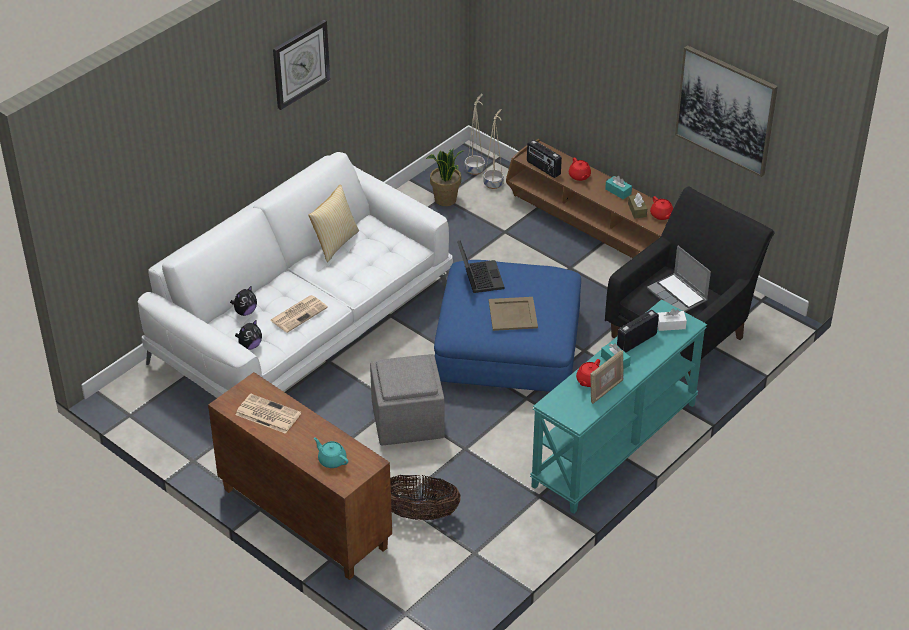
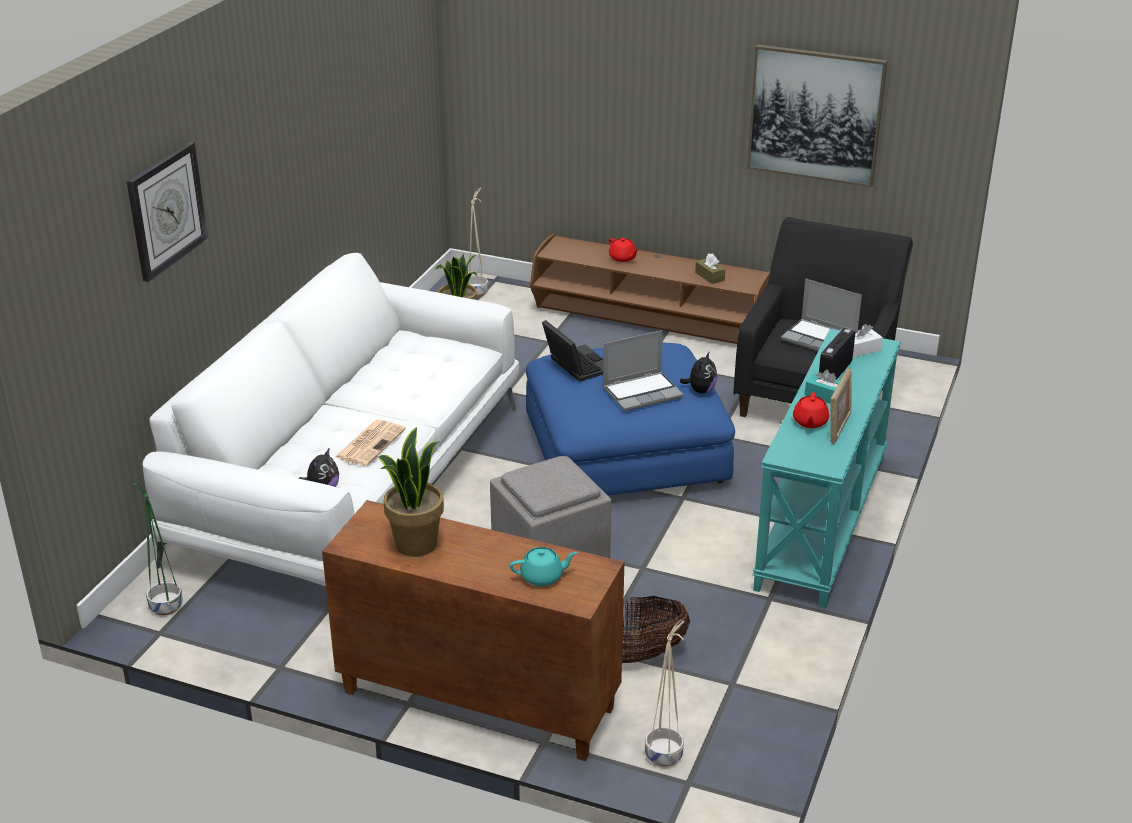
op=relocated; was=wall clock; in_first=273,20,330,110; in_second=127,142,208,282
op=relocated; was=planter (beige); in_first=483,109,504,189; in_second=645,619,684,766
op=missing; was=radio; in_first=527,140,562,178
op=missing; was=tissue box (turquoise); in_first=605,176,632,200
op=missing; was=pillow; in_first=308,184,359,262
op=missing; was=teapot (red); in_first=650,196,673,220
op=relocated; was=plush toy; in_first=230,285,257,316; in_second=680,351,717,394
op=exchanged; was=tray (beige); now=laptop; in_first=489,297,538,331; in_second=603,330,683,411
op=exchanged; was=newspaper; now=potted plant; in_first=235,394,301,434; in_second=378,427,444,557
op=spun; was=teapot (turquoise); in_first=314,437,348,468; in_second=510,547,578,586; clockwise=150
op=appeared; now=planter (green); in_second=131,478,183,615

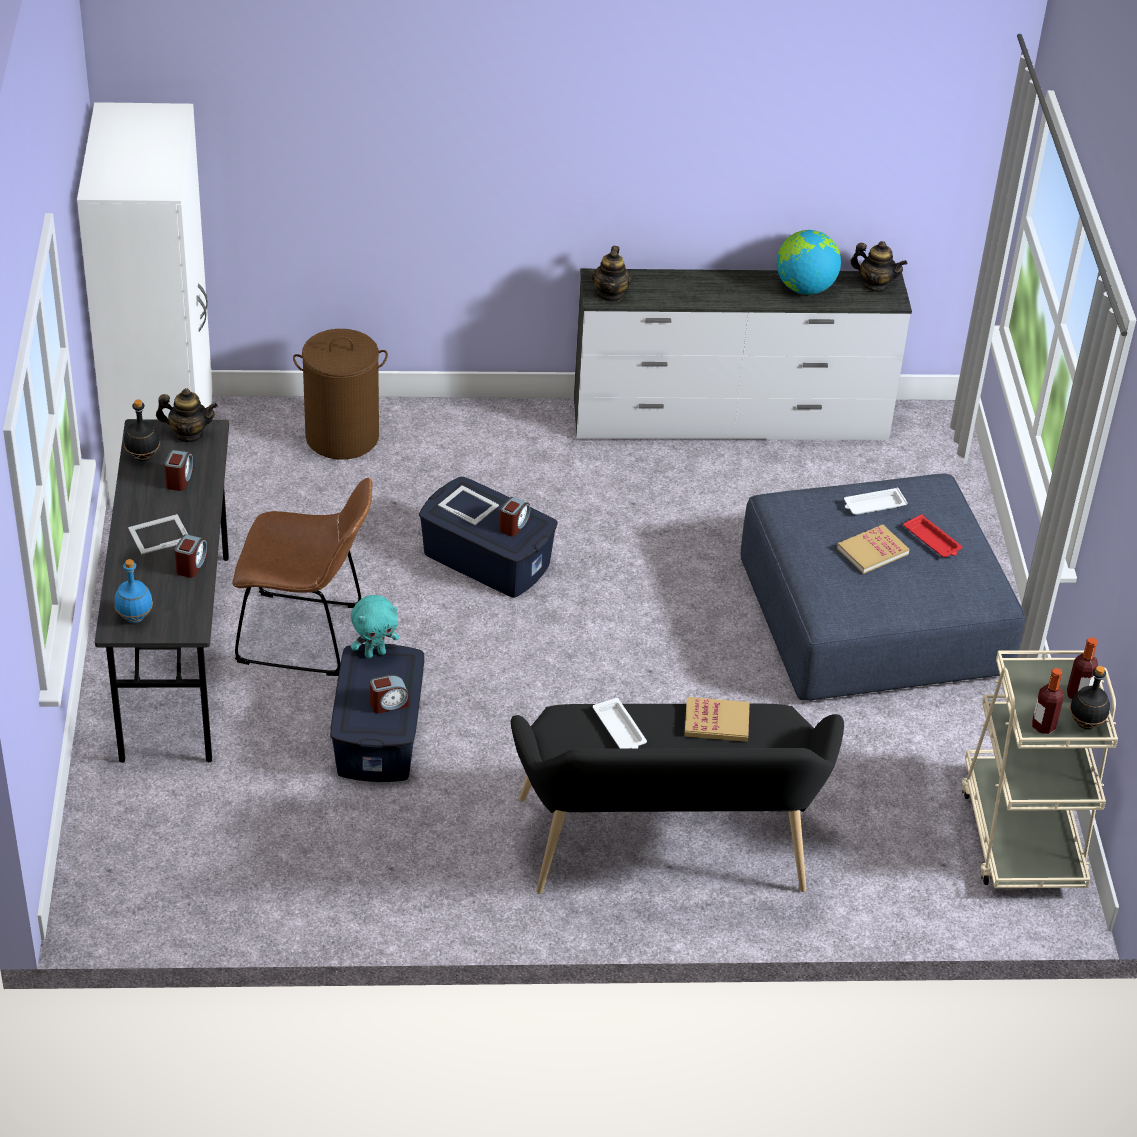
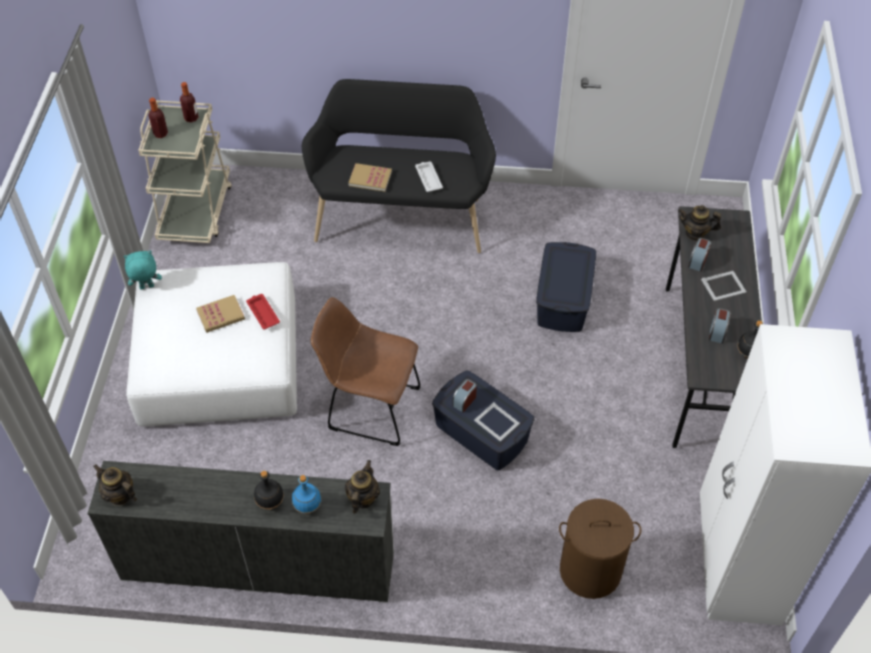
op=missing; was=globe; in_first=776,230,841,295
op=relocated; was=teapot; in_first=156,388,218,442; in_second=678,205,721,241
op=colour; was=ottoman (blue); now=ottoman (white); in_first=741,474,1025,701; in_second=126,262,297,426
op=relocated; was=chair (brown); in_first=232,478,372,676; in_second=311,297,421,446
op=missing; was=tray (white); in_first=844,487,908,515
op=relocated; was=tray (red); in_first=904,514,962,557; in_second=246,294,280,330
op=relocated; was=bottle (blue); in_first=114,559,153,623; in_second=292,475,321,514
op=relocated; was=plush toy (turquoise); in_first=351,595,399,658; in_second=124,250,162,290
op=relocated; was=bottle (black); in_first=1070,666,1110,729; in_second=254,471,284,510
op=missing; was=alarm clock; in_first=370,675,409,713

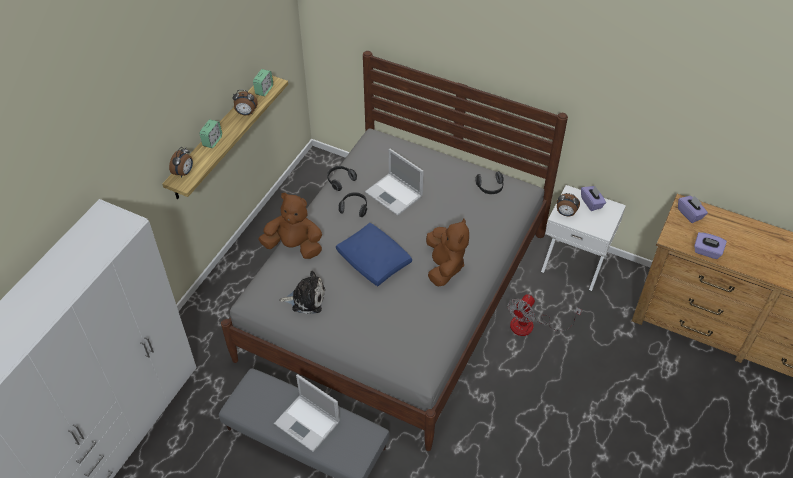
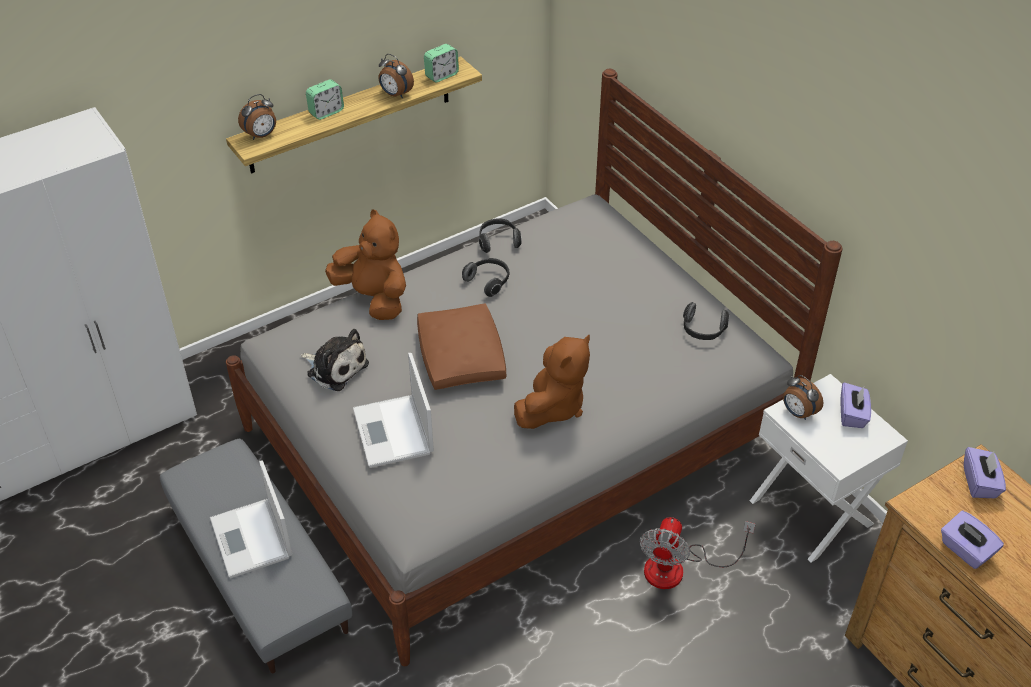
op=relocated; was=laptop; in_first=365,148,424,216; in_second=353,353,434,468
op=colour; was=pillow (blue); now=pillow (brown); in_first=336,223,412,286; in_second=417,304,506,390
op=spun; was=fan; in_first=508,294,581,336; in_second=640,517,755,589; clockwise=-45

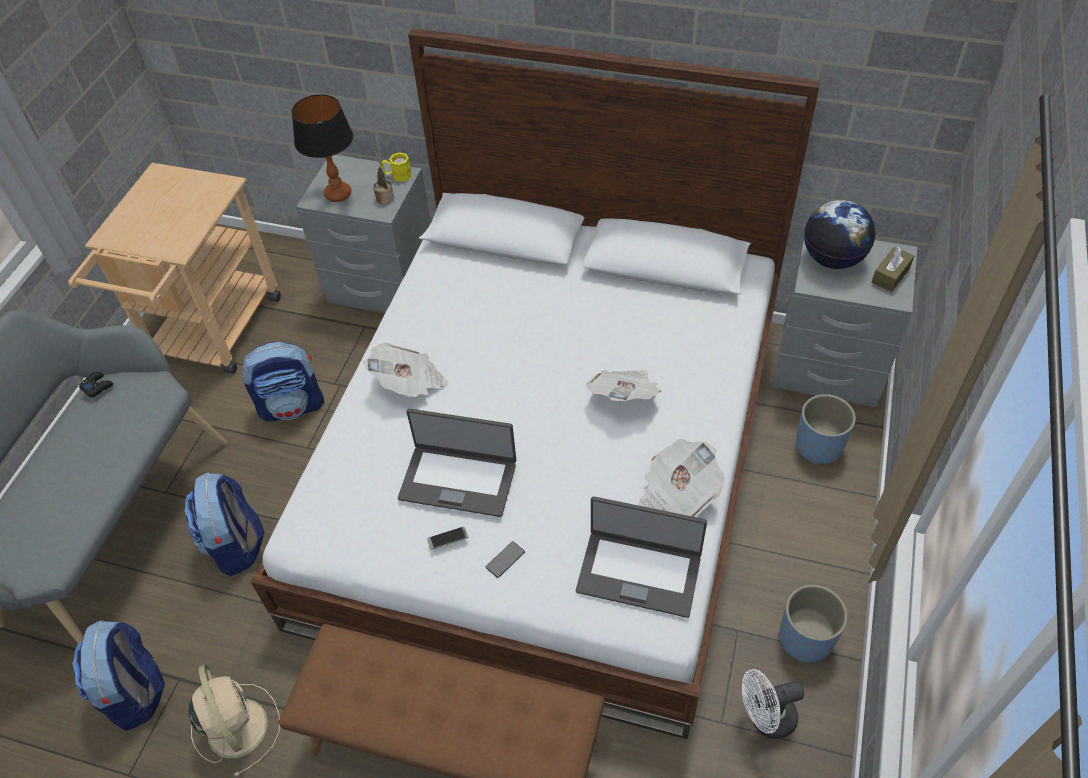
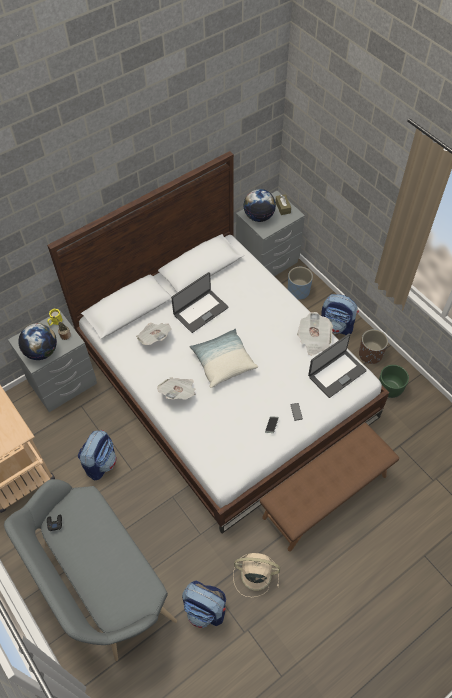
op=exchanged; was=table lamp; now=globe; in_first=292,94,353,202; in_second=18,323,57,360
op=relocated; was=newspaper; in_first=586,370,661,401; in_second=136,323,172,345
op=relocated; was=laptop; in_first=398,409,516,517; in_second=171,272,229,333
op=relocated; was=backpack; in_first=185,472,265,576; in_second=321,294,359,335
op=colour; was=planter (blue); now=planter (brown); in_first=779,585,848,663; in_second=359,329,388,364
op=exchanged; was=fan (white); now=planter (green); in_first=742,669,804,739; in_second=379,365,409,398
op=appeared; now=pillow; in_second=190,329,258,388

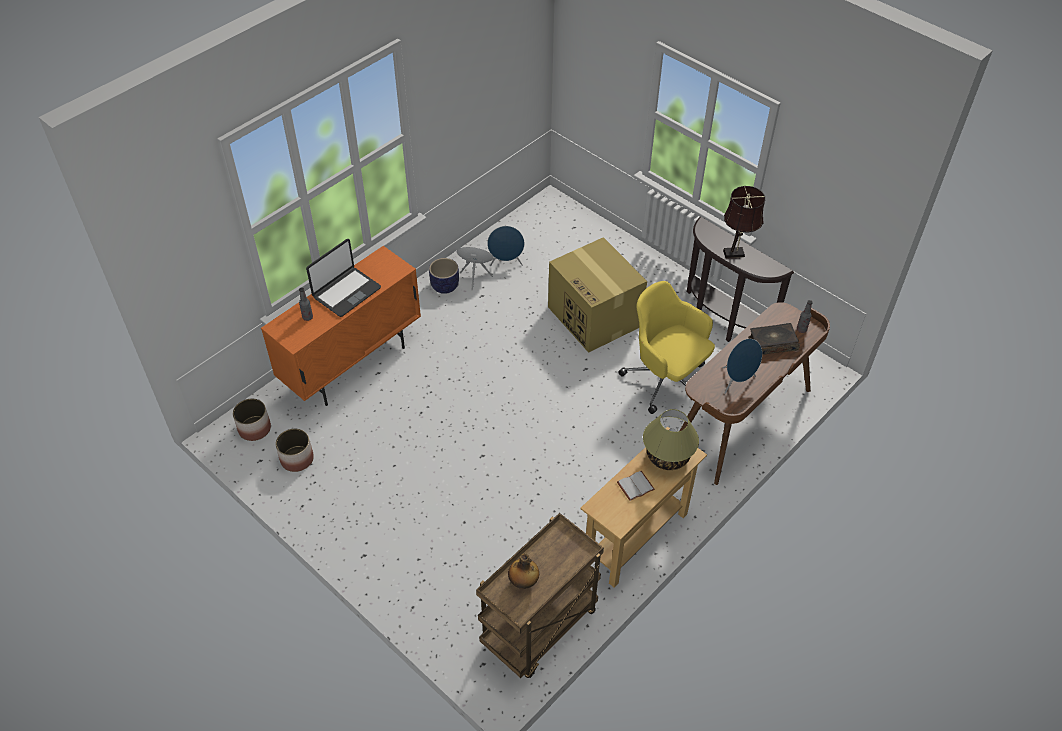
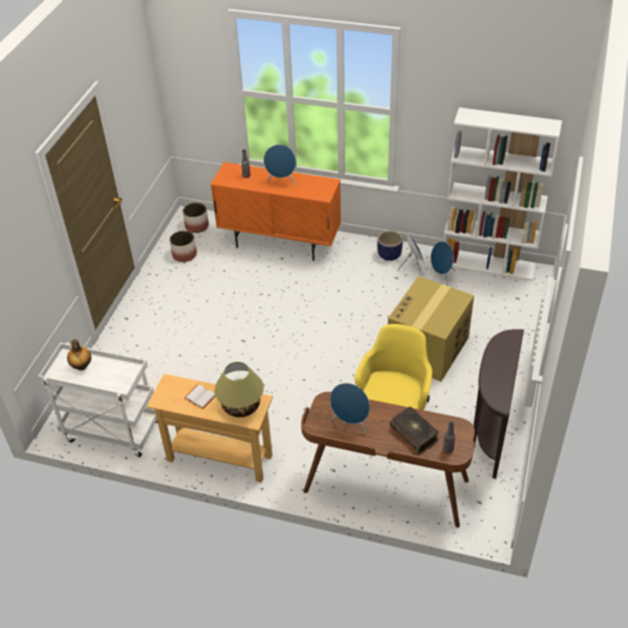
op=missing; was=table lamp (brown); in_first=723,186,765,258
op=exchanged; was=laptop; now=speaker (blue); in_first=306,239,381,317; in_second=264,144,296,186
op=colour; was=cart (brown); now=cart (white); in_first=476,513,604,678; in_second=38,343,158,457
op=appeared; now=bookcase (white); in_second=443,107,562,280

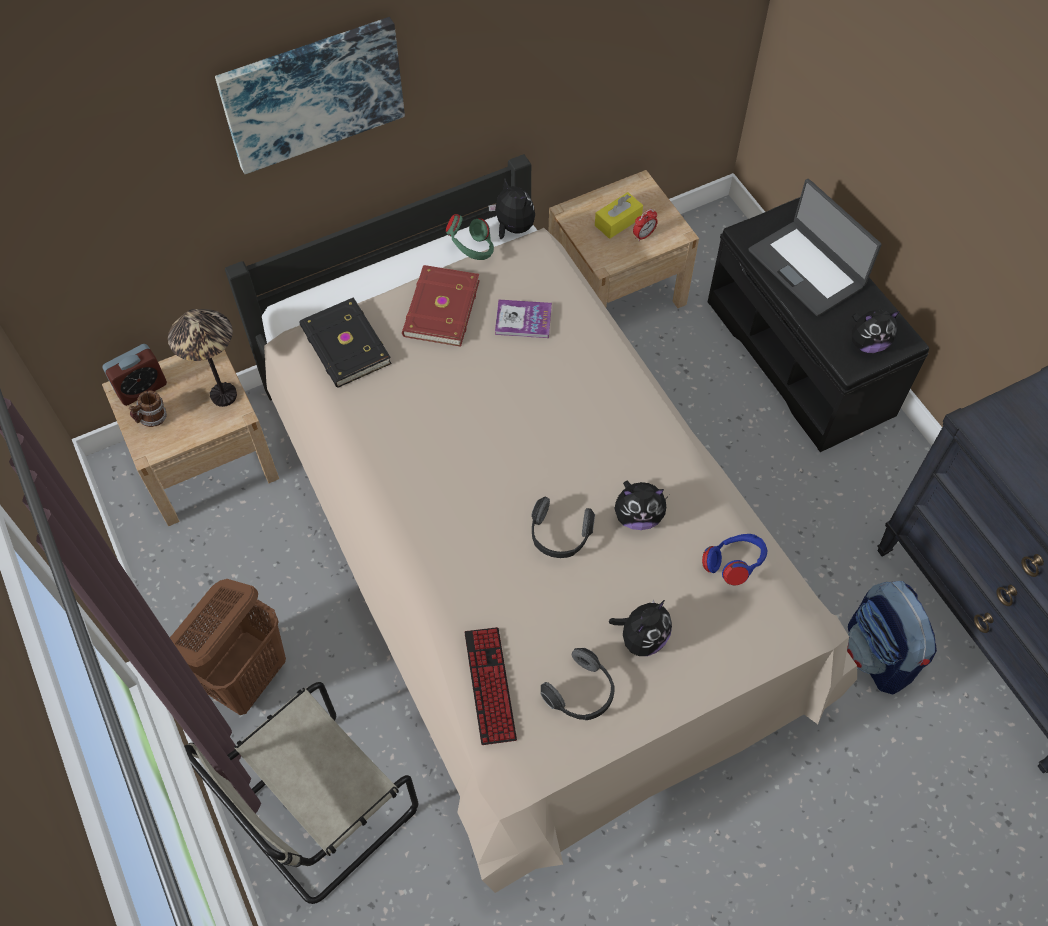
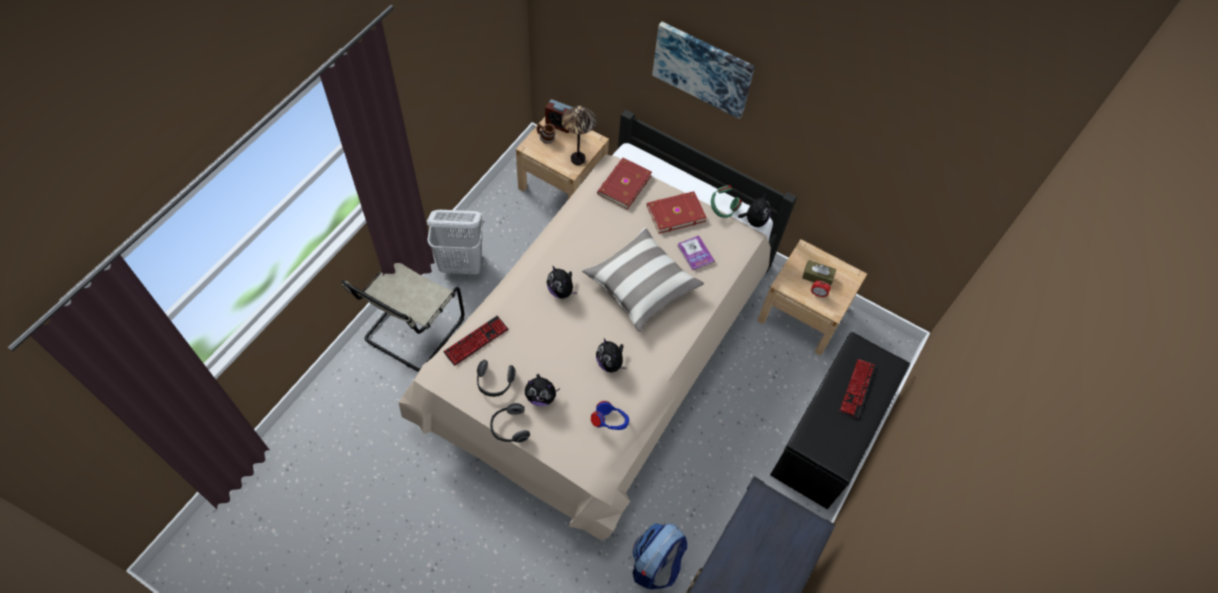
op=exchanged; was=laptop; now=keyboard; in_first=748,179,882,316; in_second=839,359,875,418
op=colour; was=tissue box (yellow); now=tissue box (brown); in_first=595,192,643,239; in_second=802,260,836,286
op=colour; was=book (black); now=book (red); in_first=300,297,392,388; in_second=597,158,652,210
op=relocated; was=plush toy; in_first=852,310,900,353; in_second=547,265,577,299
op=relocated; was=headphones; in_first=531,496,595,558; in_second=490,403,530,443
op=colour; was=laundry basket (brown); now=laundry basket (white); in_first=170,579,286,715; in_second=427,210,483,274
op=spun; was=chair (beige); in_first=184,682,418,904; in_second=342,263,465,372; clockwise=-75
op=appeared; now=pillow; in_second=582,227,704,332

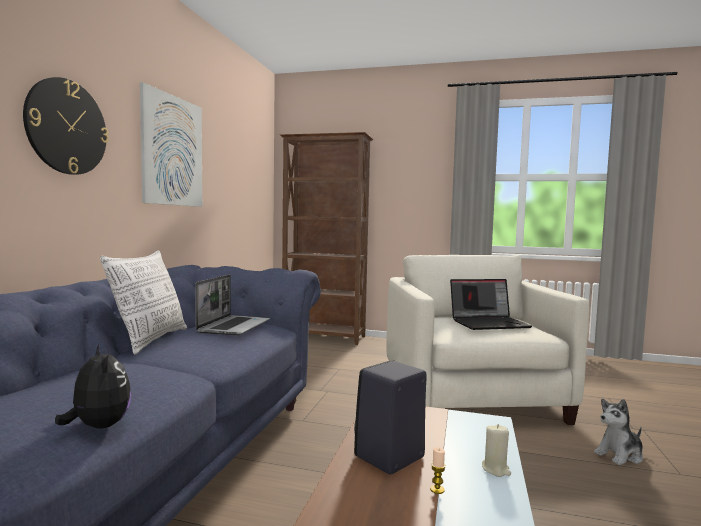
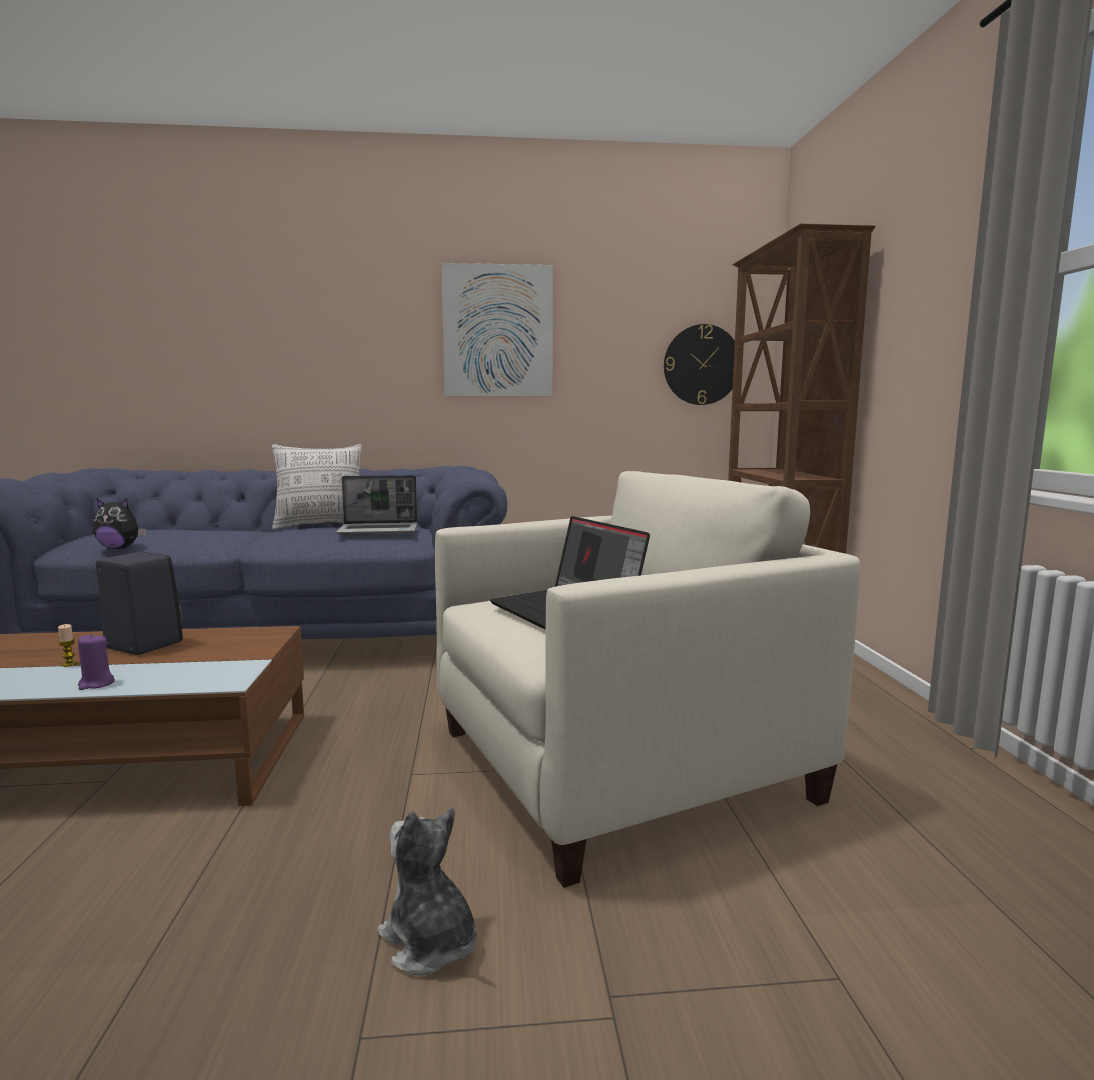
op=relocated; was=wall clock; in_first=23,77,109,175; in_second=664,324,735,405
op=spun; was=plush toy; in_first=55,345,131,429; in_second=93,498,147,549; clockwise=60
op=colour; was=candle (beige); now=candle (purple); in_first=482,424,511,477; in_second=78,633,115,690

